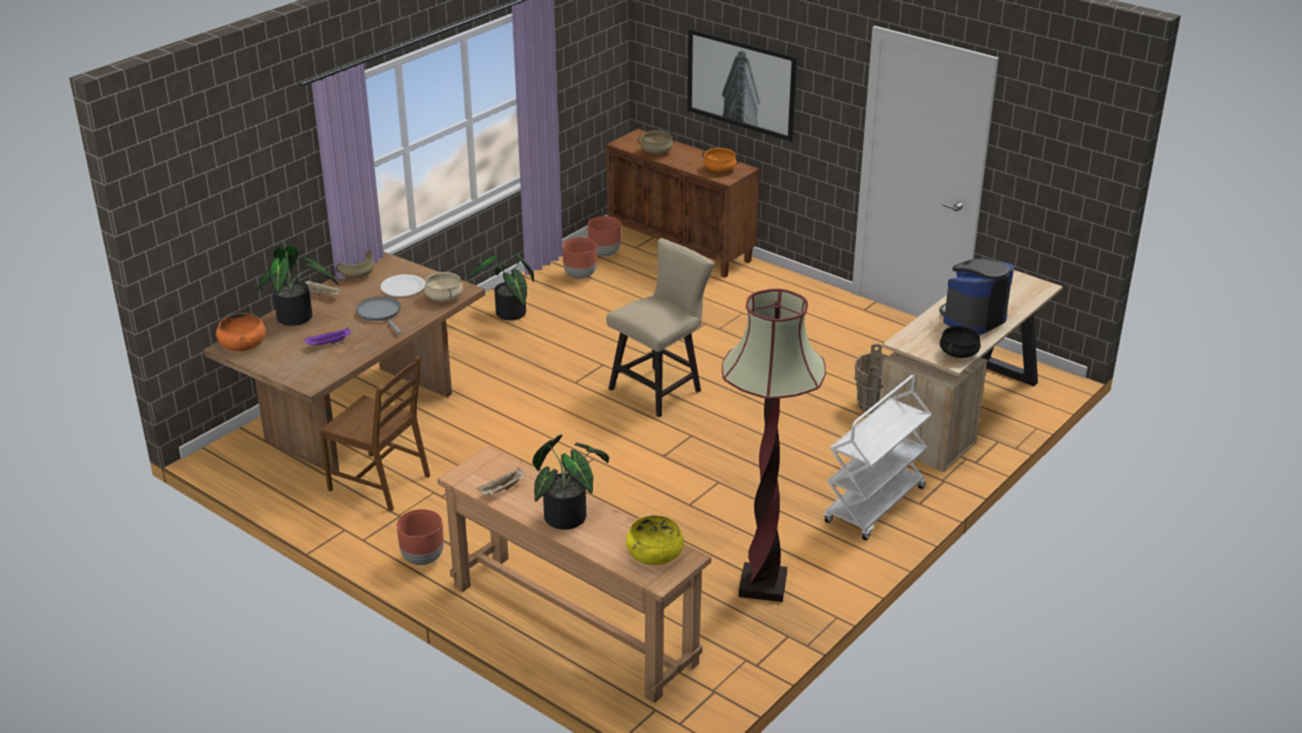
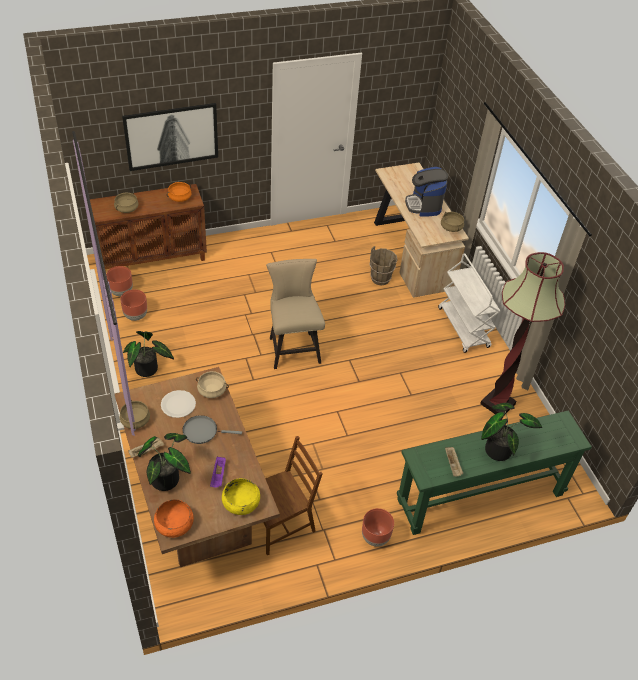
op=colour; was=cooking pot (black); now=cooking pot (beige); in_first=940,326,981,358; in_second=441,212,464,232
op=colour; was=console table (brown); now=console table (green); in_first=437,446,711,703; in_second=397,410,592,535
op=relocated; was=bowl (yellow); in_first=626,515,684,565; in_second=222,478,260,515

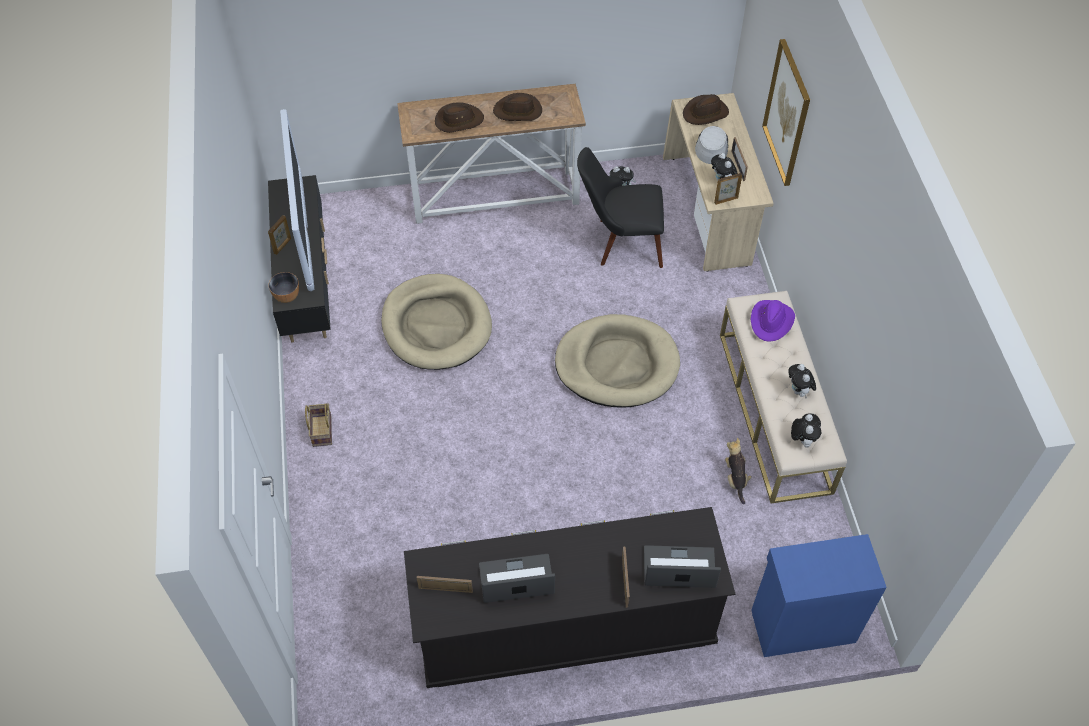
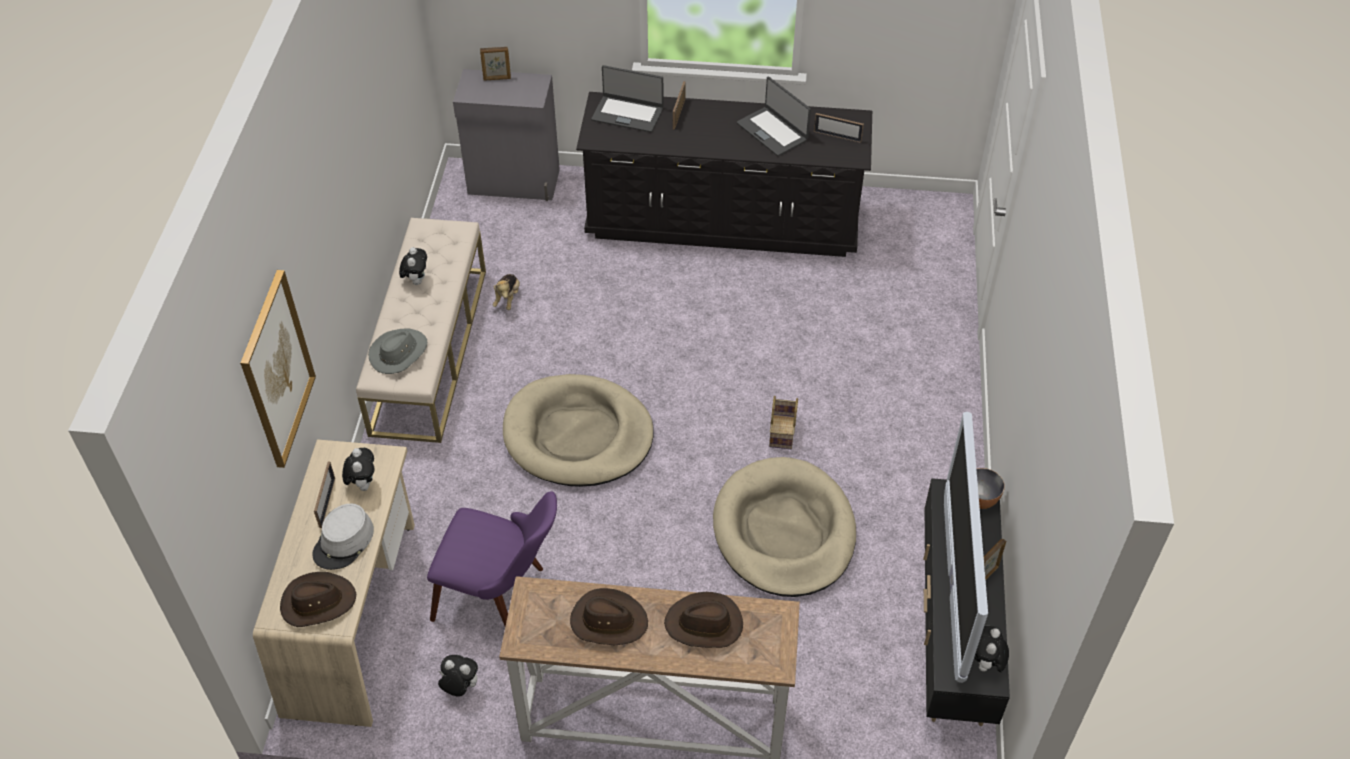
op=colour; was=chair (black); now=chair (purple); in_first=577,147,664,268; in_second=427,491,557,626
op=relocated; was=picture frame; in_first=714,173,742,205; in_second=480,47,511,81
op=colour; was=hat (purple); now=hat (grey); in_first=751,300,795,342; in_second=368,329,427,374
op=relocated; was=basket; in_first=305,403,332,447; in_second=769,396,798,449
op=relocated; was=plush toy; in_first=791,413,821,447; in_second=974,626,1009,675
op=colour; was=cabinet (blue); now=cabinet (grey); in_first=751,534,887,657; in_second=453,69,560,201
op=spun; was=laptop; in_first=479,554,555,603; in_second=737,77,811,156; clockwise=45

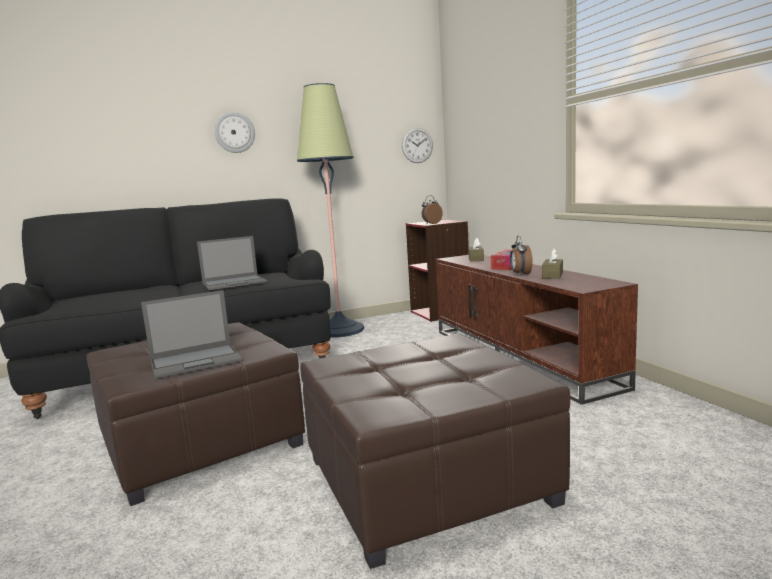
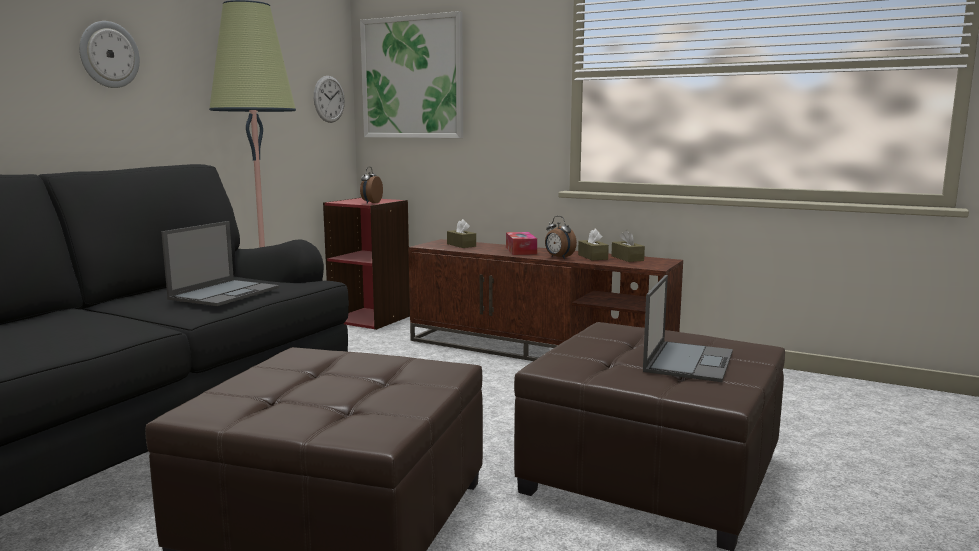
op=relocated; was=laptop; in_first=141,290,242,379; in_second=643,275,733,382
op=appeared; now=picture; in_second=360,11,463,138
op=appeared; now=tissue box (brown); in_second=611,230,645,262

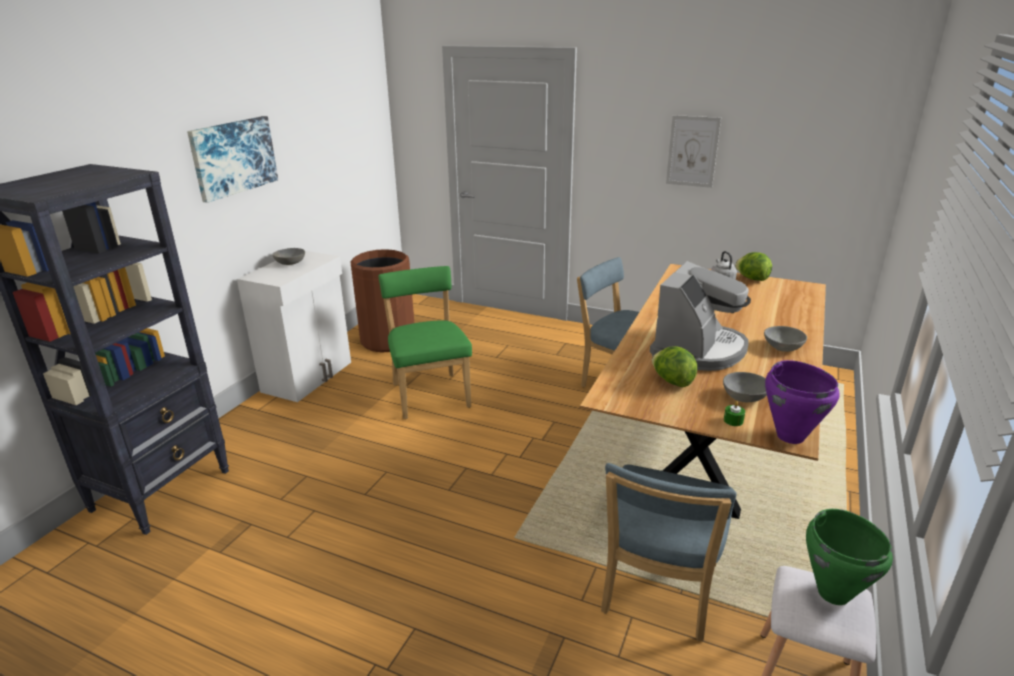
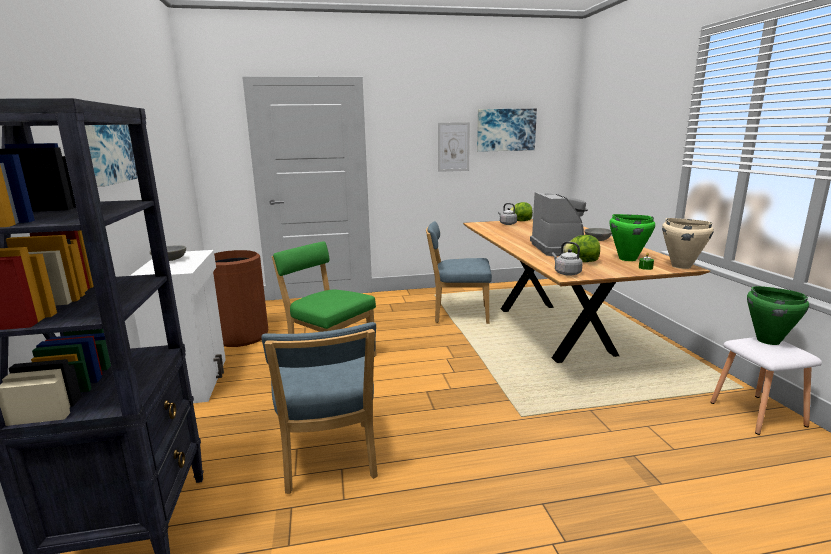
op=colour; was=cooking pot (purple); now=cooking pot (beige); in_first=765,360,840,444; in_second=662,218,714,269
op=exchanged; was=bowl (grey); now=cooking pot (green); in_first=723,372,767,402; in_second=609,214,655,261
op=relocated; was=chair (blue); in_first=601,463,737,641; in_second=262,322,378,494
op=appeared; now=picture; in_second=477,109,537,152
op=appeared; now=kettle (grey); in_second=552,241,583,276

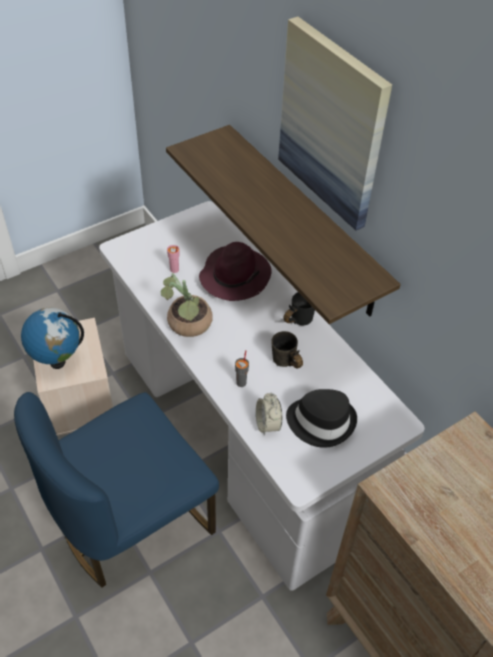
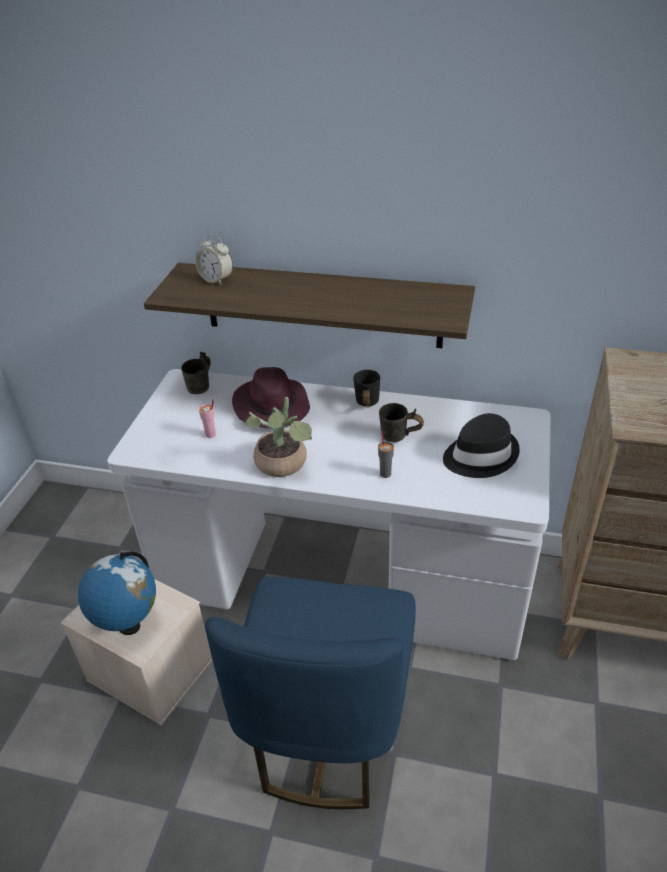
op=missing; was=picture; in_first=278,16,392,230
op=relocated; was=alarm clock; in_first=256,393,282,436; in_second=195,235,233,285
op=appeared; now=mug (grey); in_second=181,352,211,394

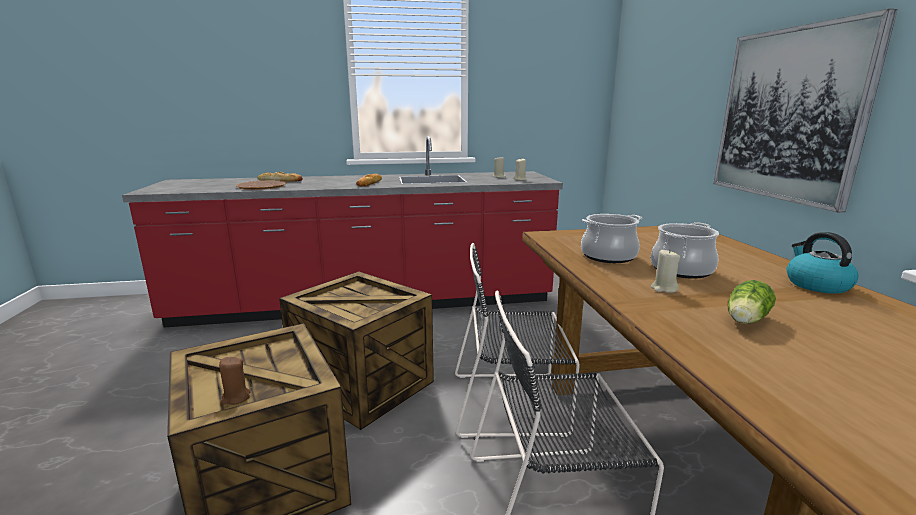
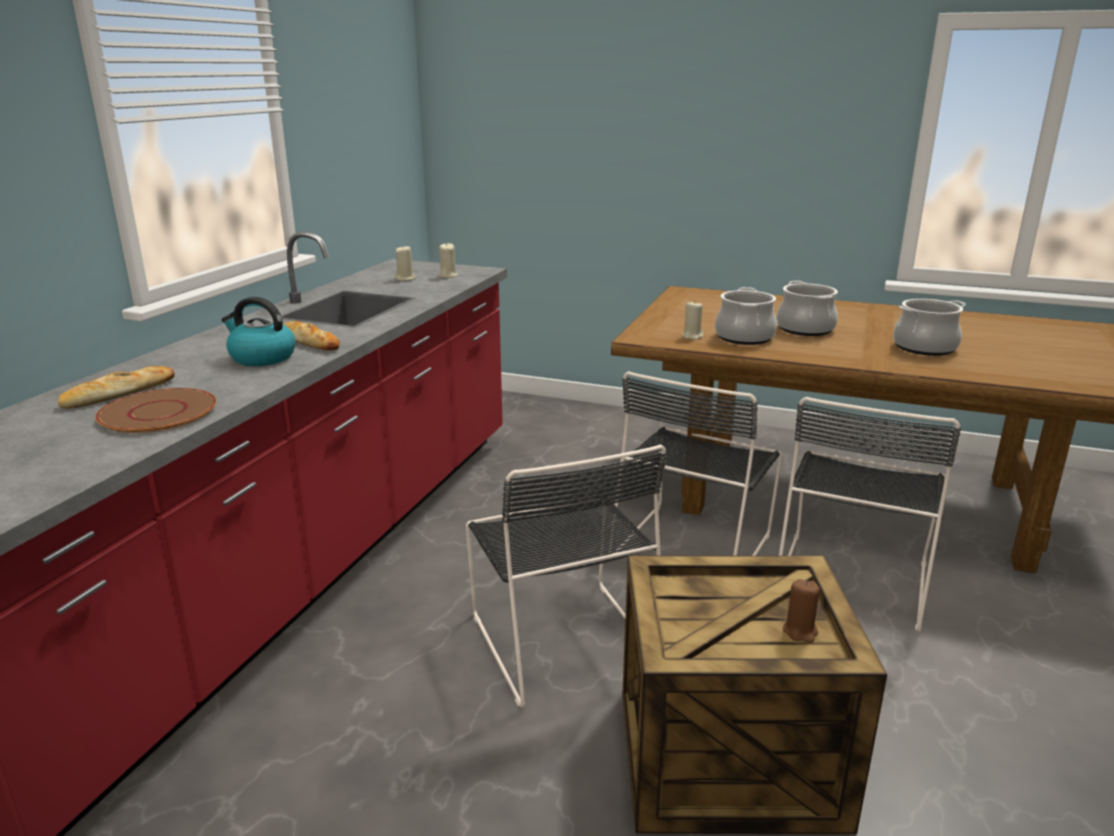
op=missing; was=picture; in_first=713,9,898,212
op=relocated; was=kettle; in_first=787,232,858,294; in_second=221,297,295,366
op=relocated; was=candle (beige); in_first=651,249,680,293; in_second=682,300,703,340
op=exchanged; was=crate; now=chair (black); in_first=279,271,434,430; in_second=466,445,667,708
op=exchanged; was=lettuce; now=cooking pot; in_first=728,280,776,324; in_second=893,299,966,356

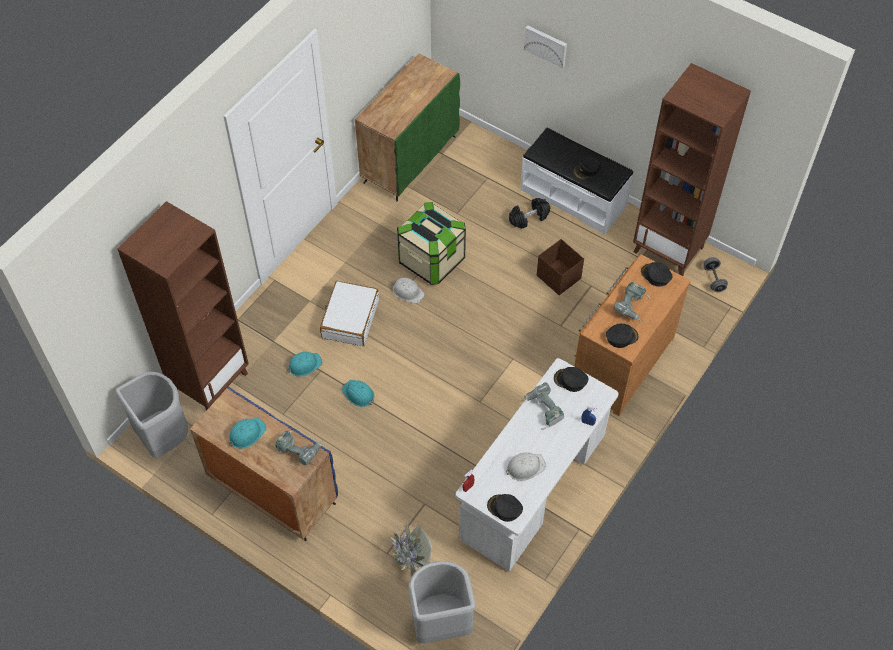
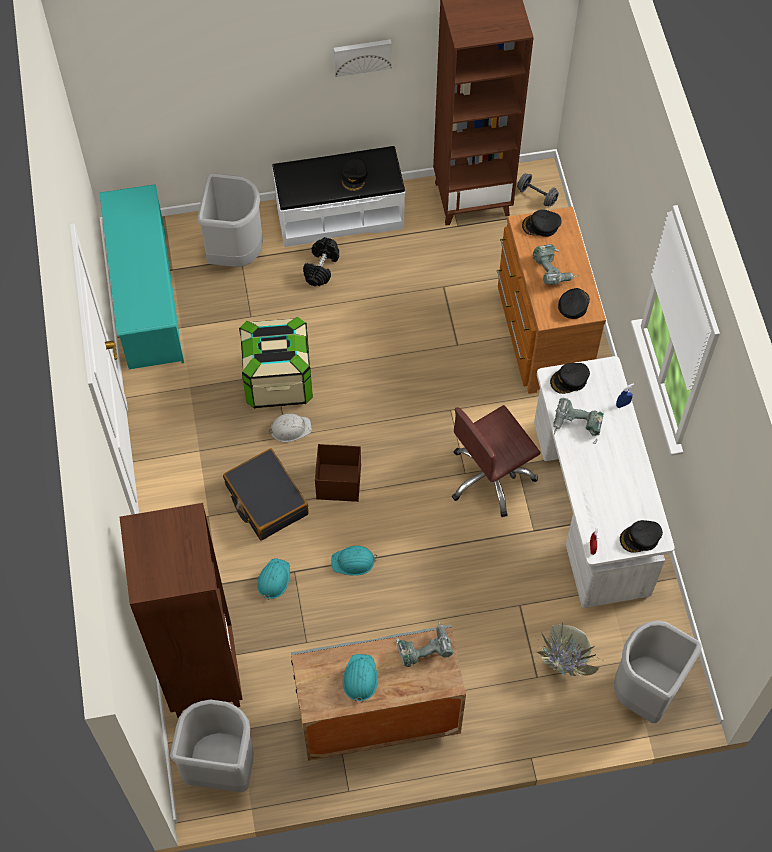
op=relocated; was=picture; in_first=524,25,567,68; in_second=334,39,392,77
op=exchanged; was=cabinet (green); now=shoe rack (turquoise); in_first=355,53,460,201; in_second=100,184,184,369
op=relocated; was=storage box (brown); in_first=537,239,584,295; in_second=315,444,361,502
op=colour; was=suitcase (white); now=suitcase (black); in_first=320,281,379,346; in_second=223,448,309,541
op=colour; was=cabinet (blue); now=cabinet (grey); in_first=190,386,338,541; in_second=291,625,466,761
op=missing; was=hard hat (white); in_first=506,452,546,481
op=appeared; now=trash can (grey); in_second=197,173,263,267
op=appeared; now=office chair (brown); in_second=452,405,541,517

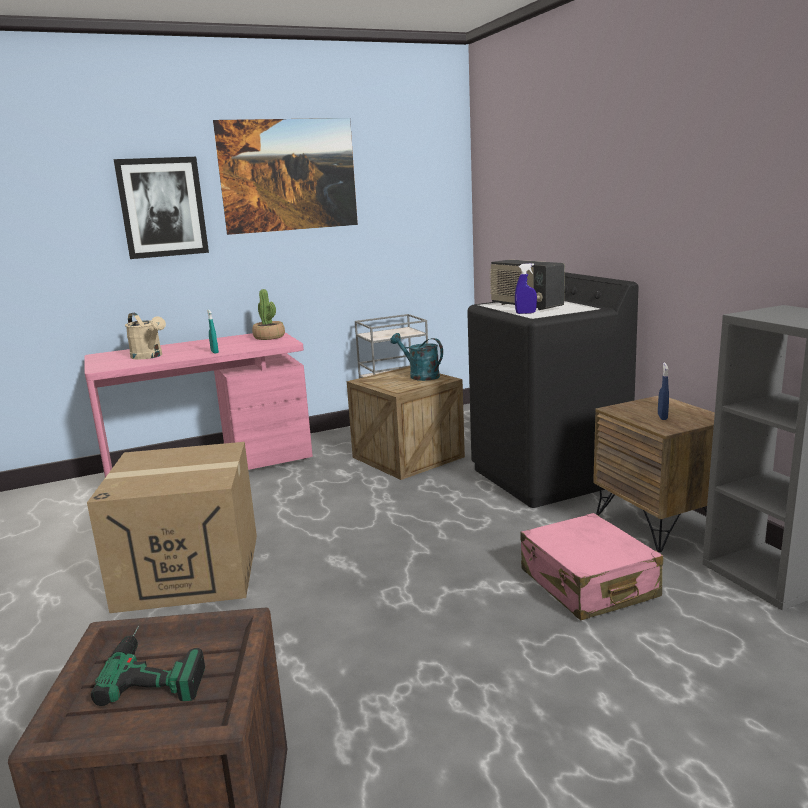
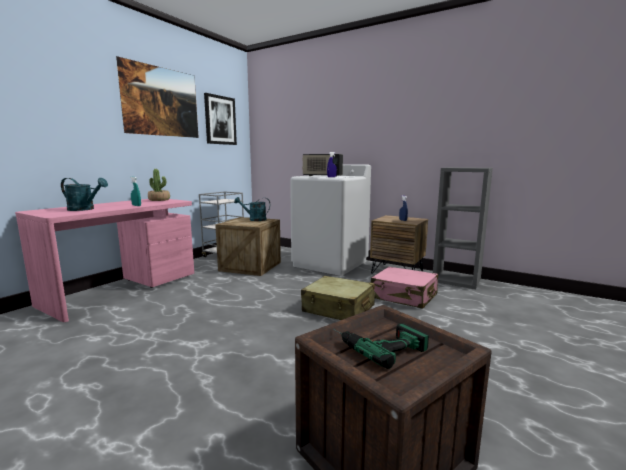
op=relocated; was=picture; in_first=114,157,209,259; in_second=204,93,237,145
op=colour; was=washing machine (black); now=washing machine (white); in_first=467,272,639,508; in_second=290,164,371,276
op=colour; was=watering can (beige); now=watering can (turquoise); in_first=125,313,166,360; in_second=61,178,108,211
op=missing; was=cardboard box; in_first=87,442,257,613
op=appeared; now=suitcase (beige); in_second=301,276,375,320

